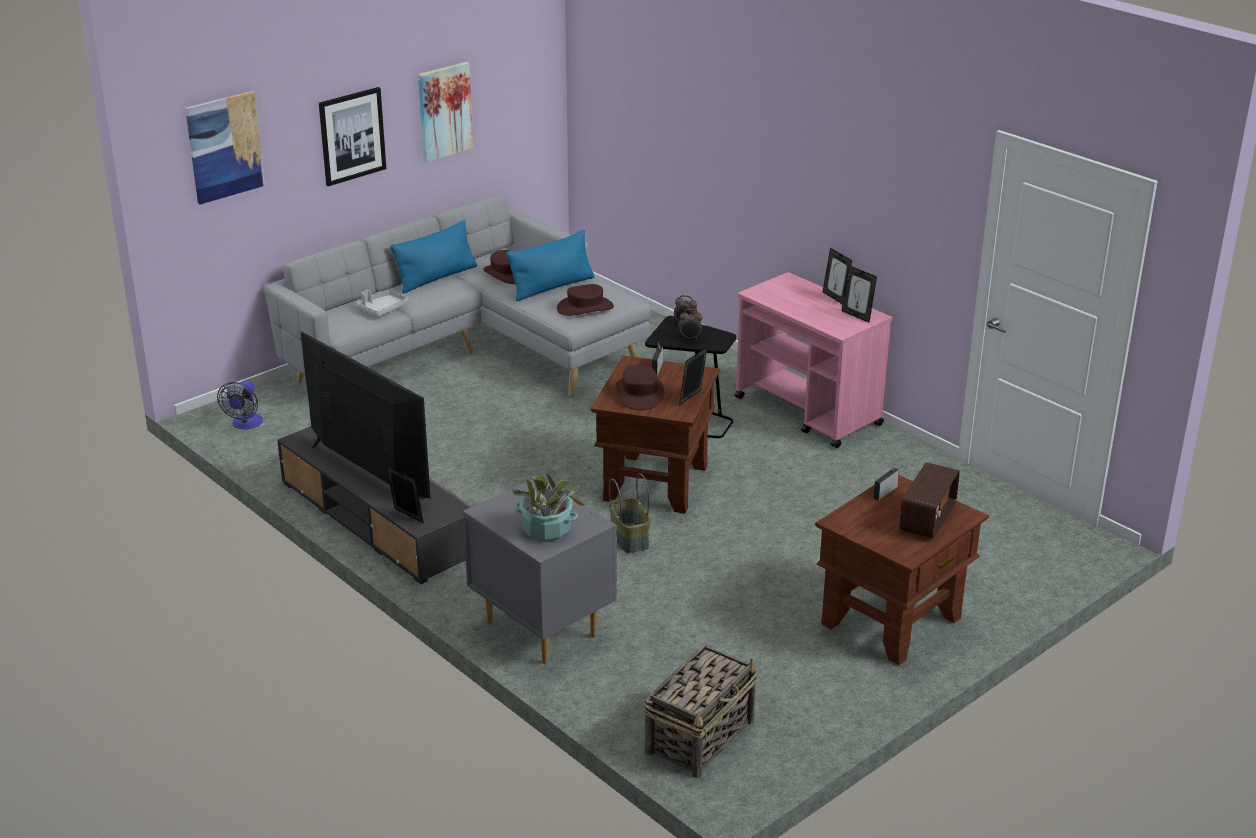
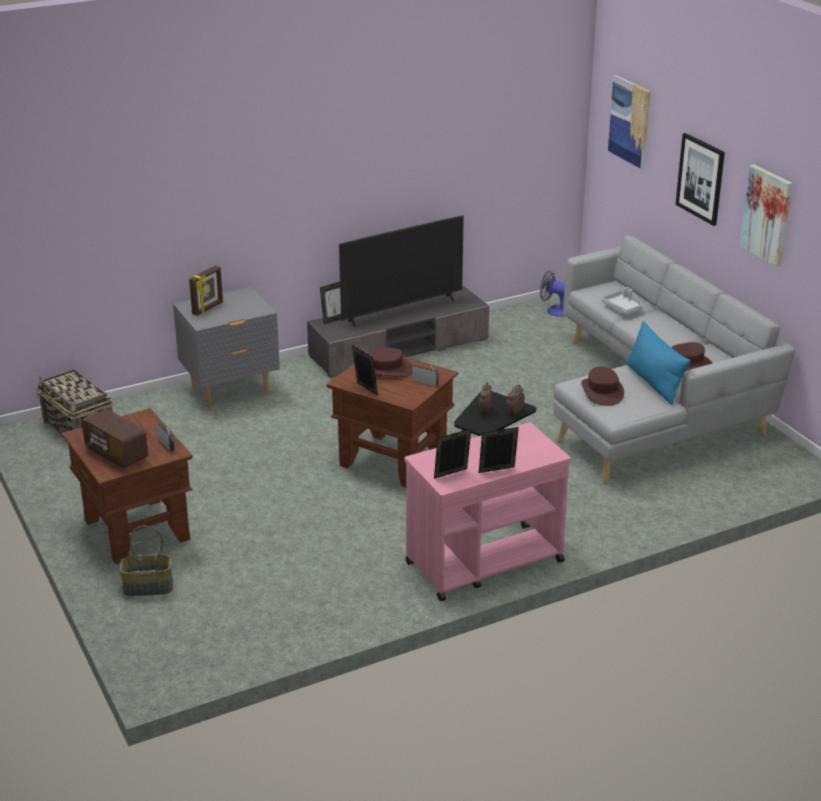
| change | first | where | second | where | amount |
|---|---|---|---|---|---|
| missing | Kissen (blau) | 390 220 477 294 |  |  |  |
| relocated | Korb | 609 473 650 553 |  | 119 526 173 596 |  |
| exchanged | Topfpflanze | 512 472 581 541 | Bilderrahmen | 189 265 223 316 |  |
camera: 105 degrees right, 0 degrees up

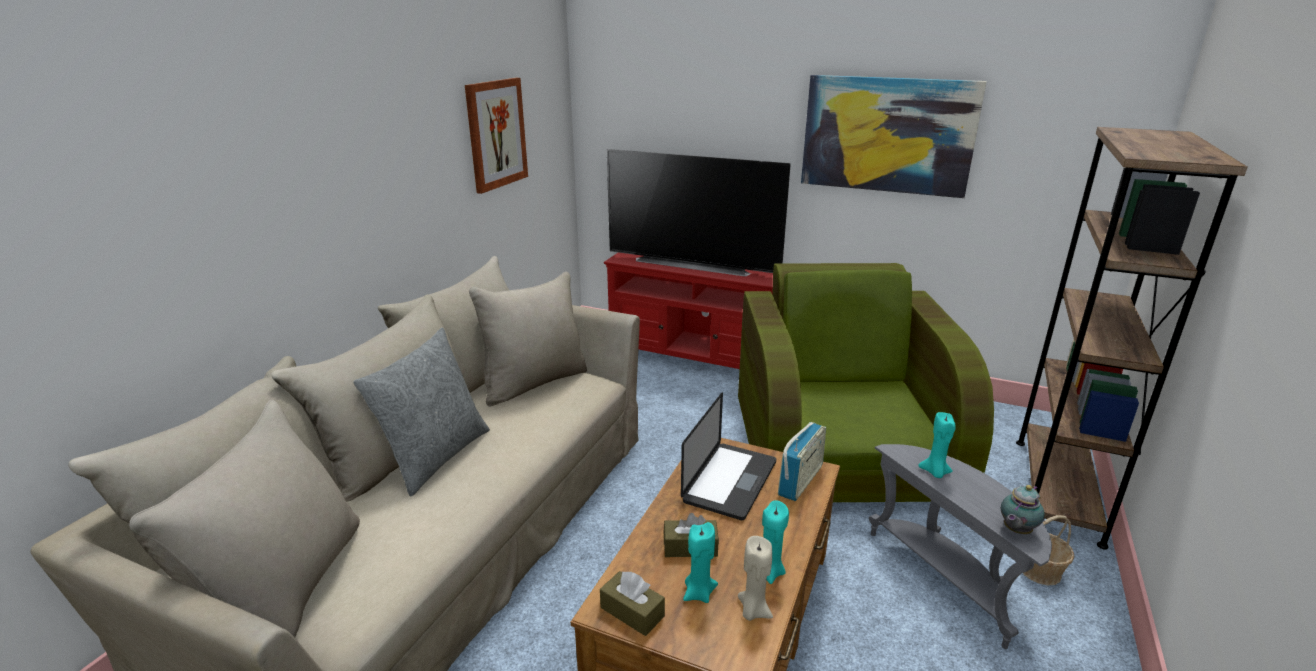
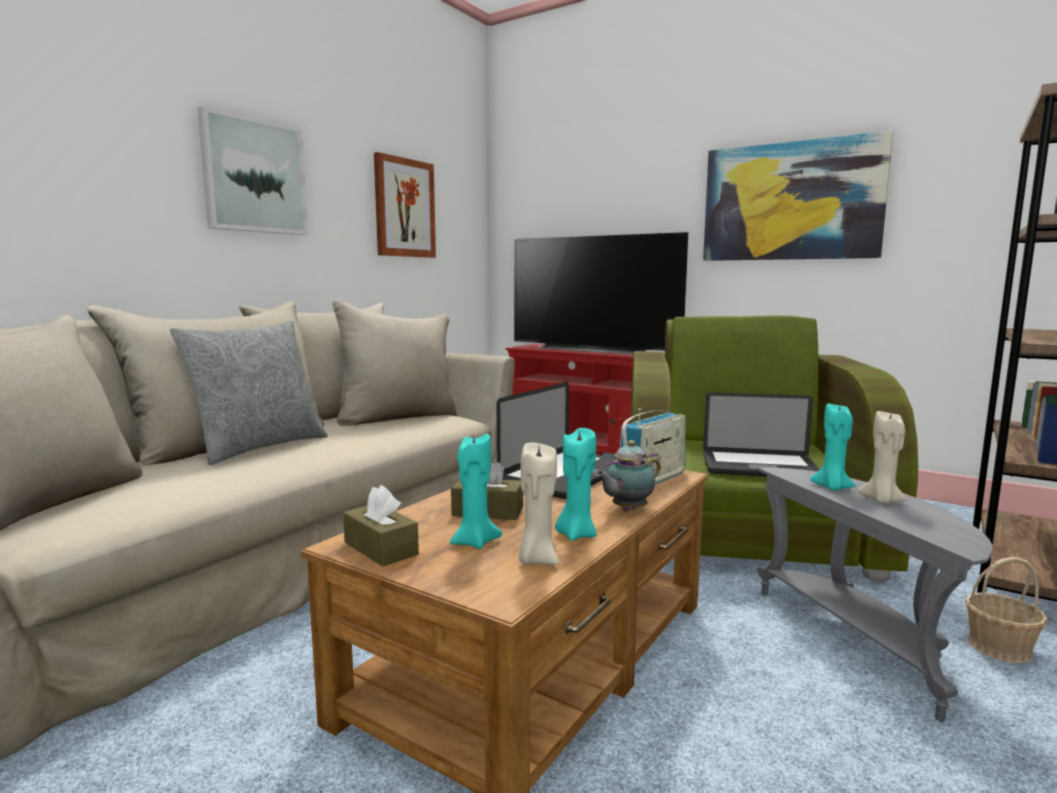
| change | first | where | second | where | amount |
|---|---|---|---|---|---|
| appeared |  |  | Bild | 197 106 308 235 |  |
| appeared |  |  | Laptop | 703 392 820 476 |  |
| appeared |  |  | Kerze (beige) | 858 411 908 504 |  |
| relocated | Teekanne | 1001 485 1045 534 |  | 595 440 661 511 |  |
camera: 10 degrees right, 15 degrees down

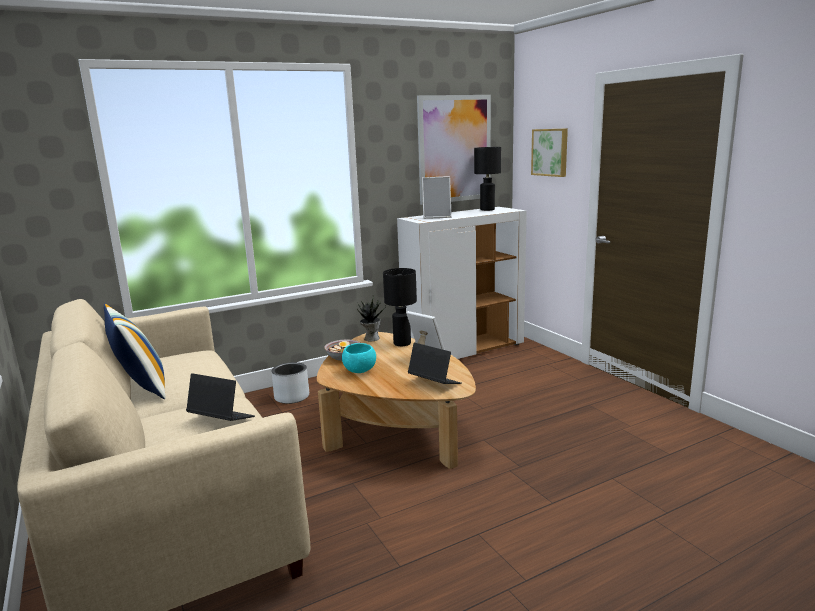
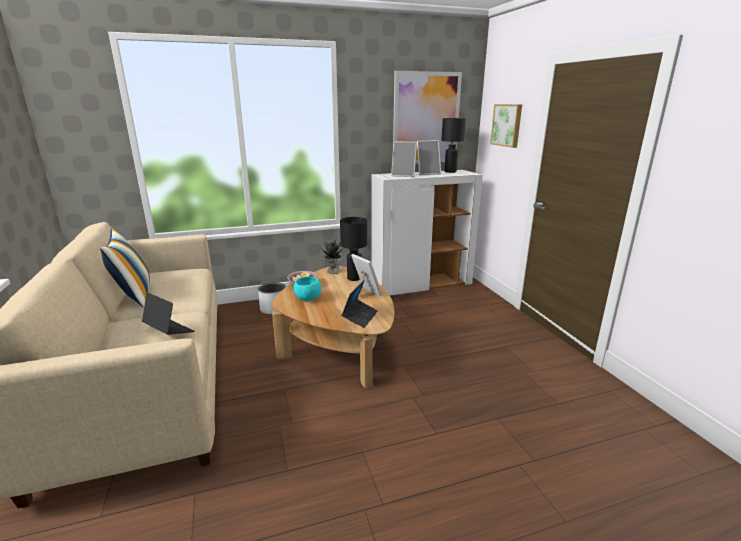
| change | first | where | second | where | amount |
|---|---|---|---|---|---|
| appeared |  |  | Bilderrahmen | 417 140 441 175 |  |
| spun | Laptop | 408 342 462 384 |  | 341 280 378 328 | 60 degrees clockwise |
camera: 10 degrees right, 5 degrees up

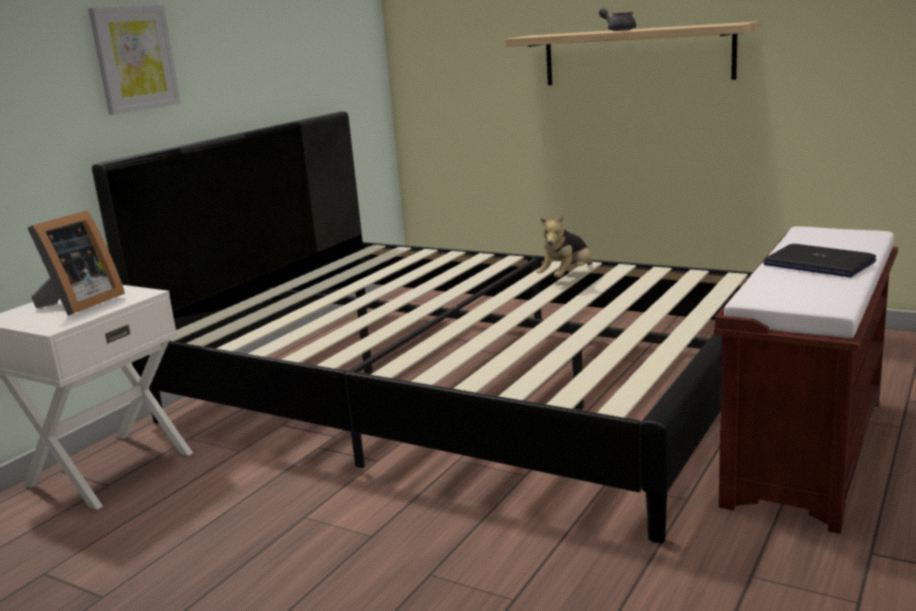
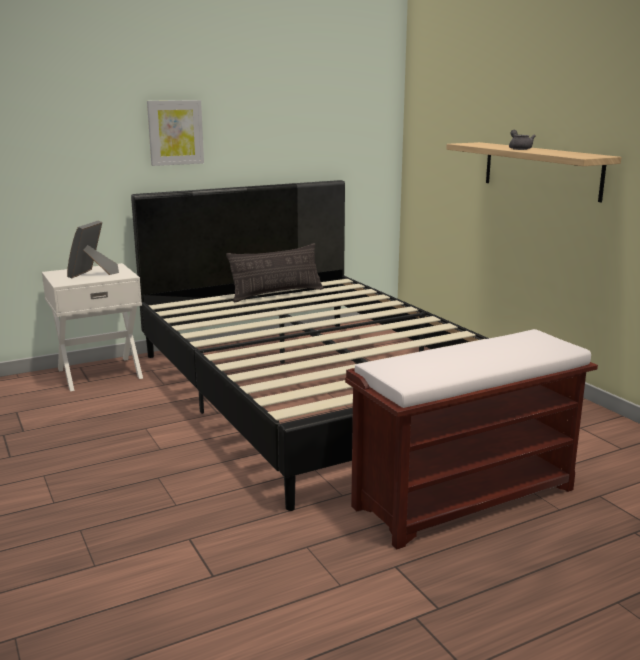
| change | first | where | second | where | amount |
|---|---|---|---|---|---|
| missing | Plüschtier | 537 214 592 278 |  |  |  |
| missing | Laptop | 763 244 876 277 |  |  |  |
| appeared |  |  | Kissen | 226 243 324 303 |  |
| spun | Bilderrahmen | 28 210 125 316 |  | 67 221 119 279 | 135 degrees clockwise |
camera: 30 degrees right, 0 degrees up

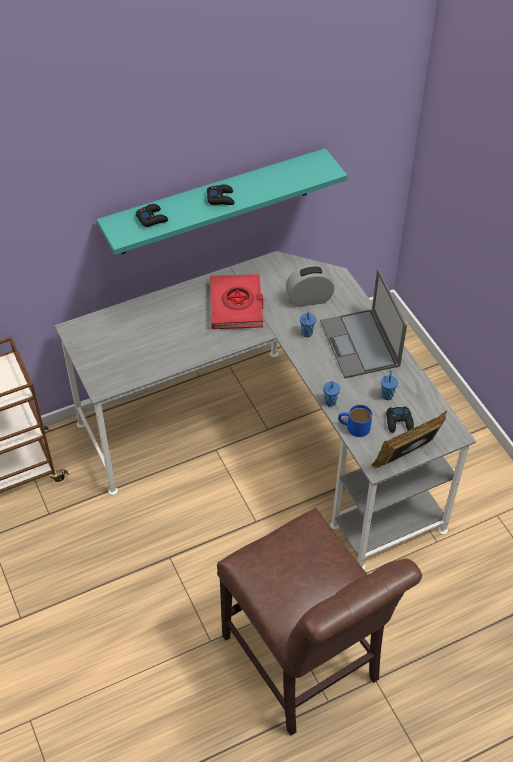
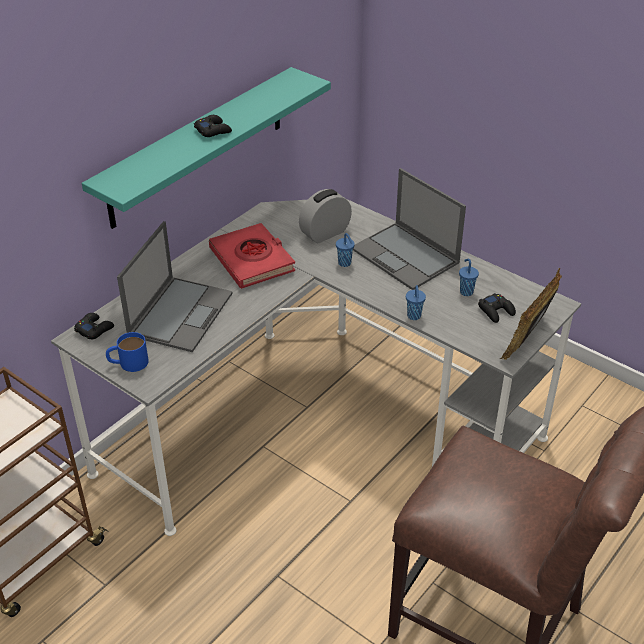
| change | first | where | second | where | amount |
|---|---|---|---|---|---|
| appeared |  |  | Laptop | 117 221 233 352 |  |
| relocated | Gamepad (schwarz) | 136 204 168 227 |  | 74 313 114 339 |  |
| relocated | Henkelbecher (blau) | 338 405 372 437 |  | 106 332 149 372 |  |
camera: 25 degrees left, 10 degrees down

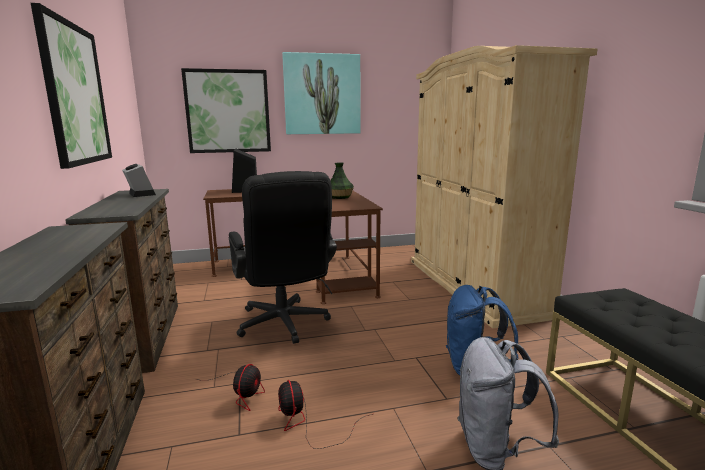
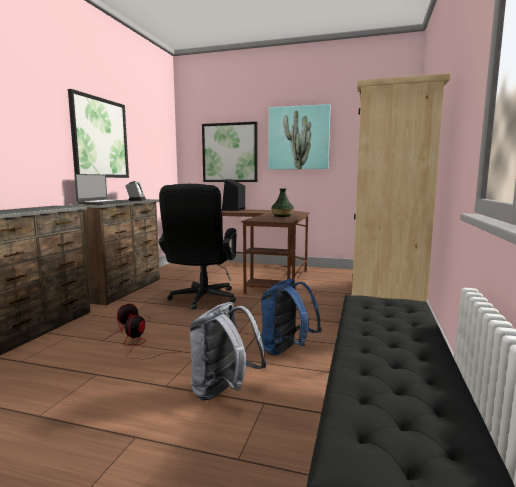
| change | first | where | second | where | amount |
|---|---|---|---|---|---|
| appeared |  |  | Laptop | 75 174 129 205 |  |
camera: 30 degrees right, 5 degrees down

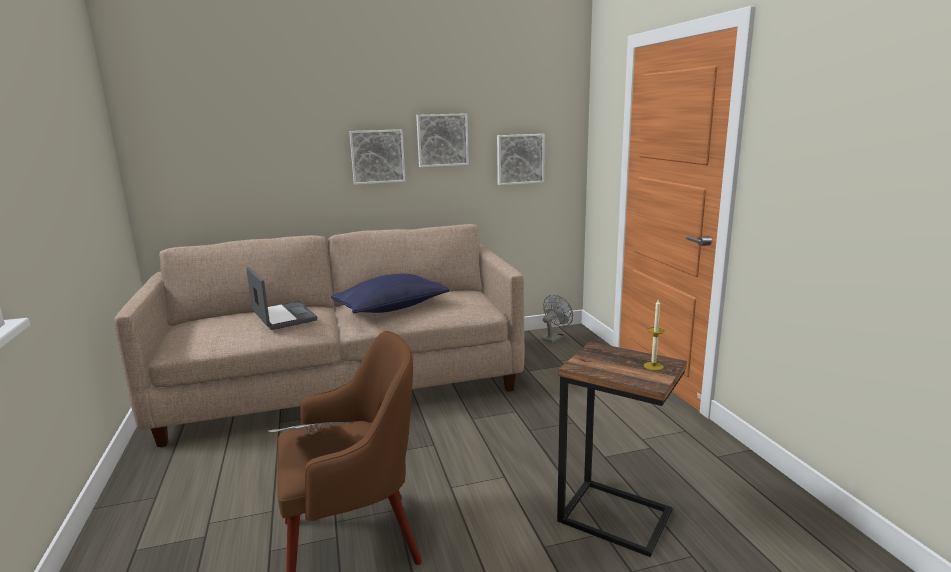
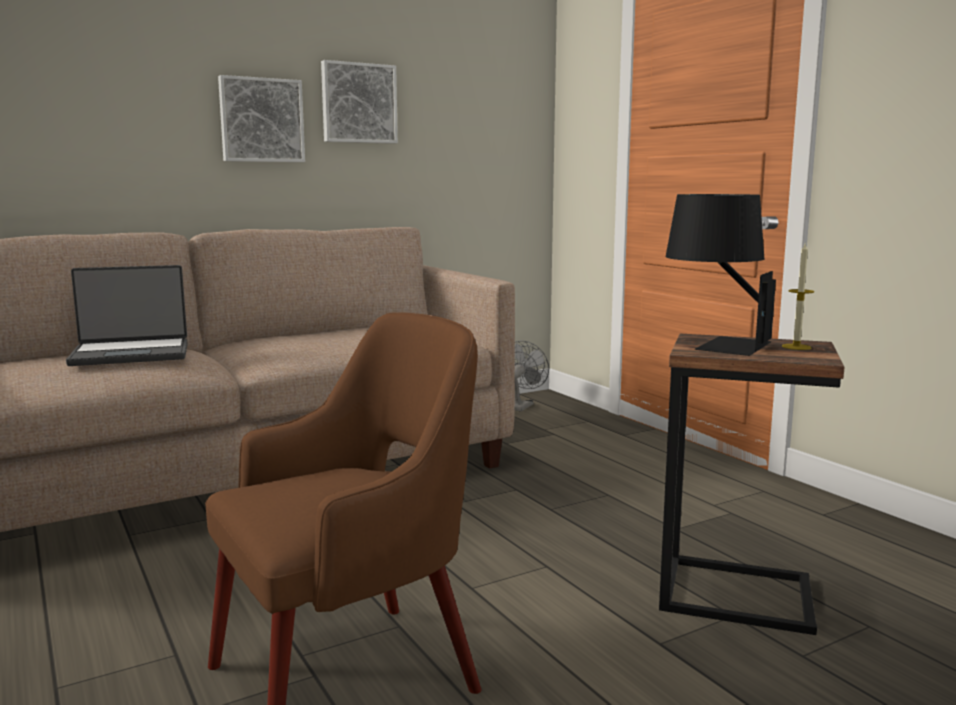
| change | first | where | second | where | amount |
|---|---|---|---|---|---|
| missing | Zeitung | 268 422 351 435 |  |  |  |
| missing | Kissen (blau) | 331 274 449 313 |  |  |  |
| missing | Bild | 497 134 545 185 |  |  |  |
| appeared |  |  | Tischlampe (schwarz) | 666 194 776 356 |  |
| spun | Laptop | 246 267 317 330 |  | 66 265 188 366 | 120 degrees clockwise |
camera: 15 degrees left, 5 degrees down

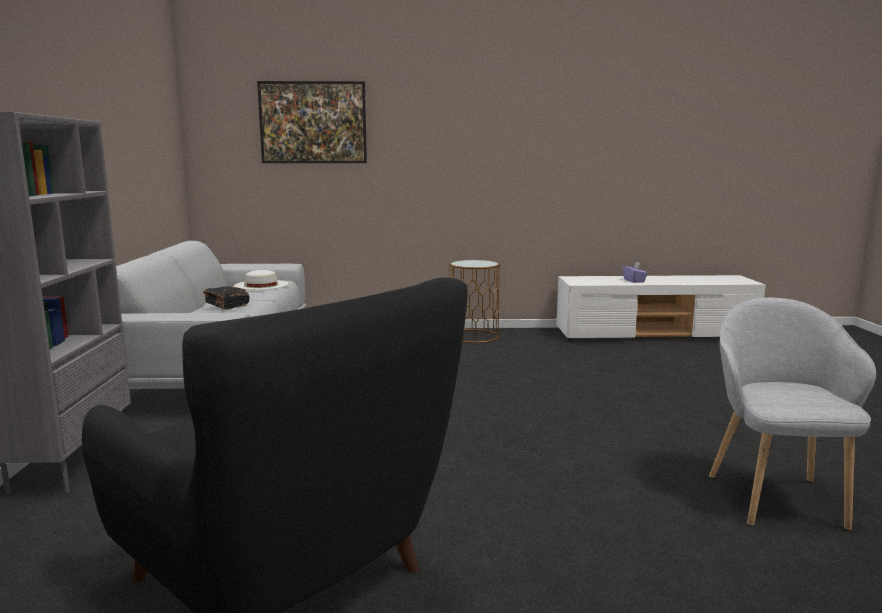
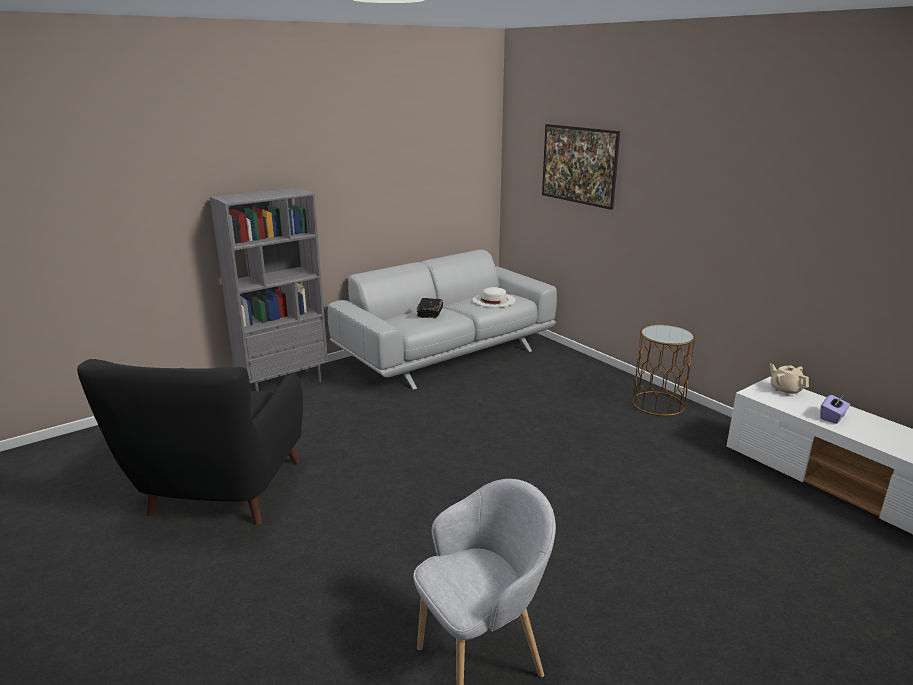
| change | first | where | second | where | amount |
|---|---|---|---|---|---|
| appeared |  |  | Teekanne (beige) | 769 364 809 396 |  |
camera: 55 degrees right, 10 degrees up

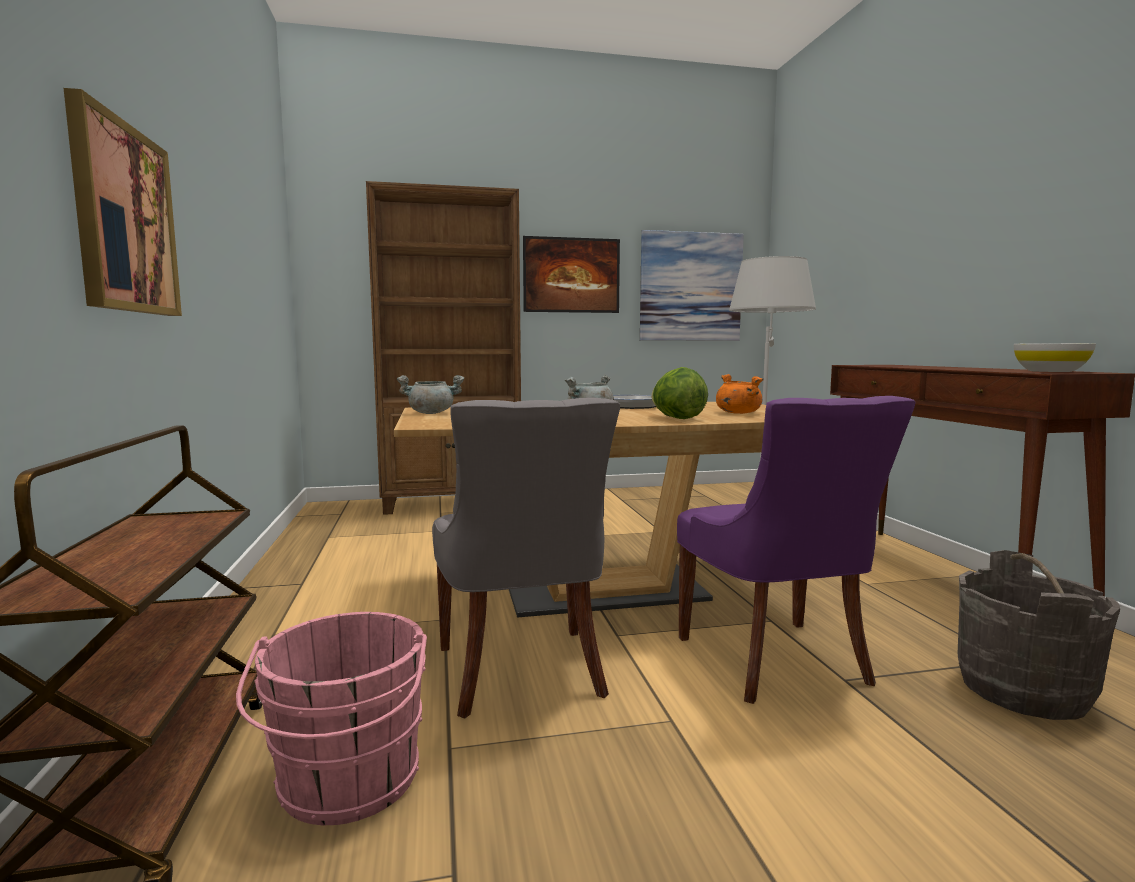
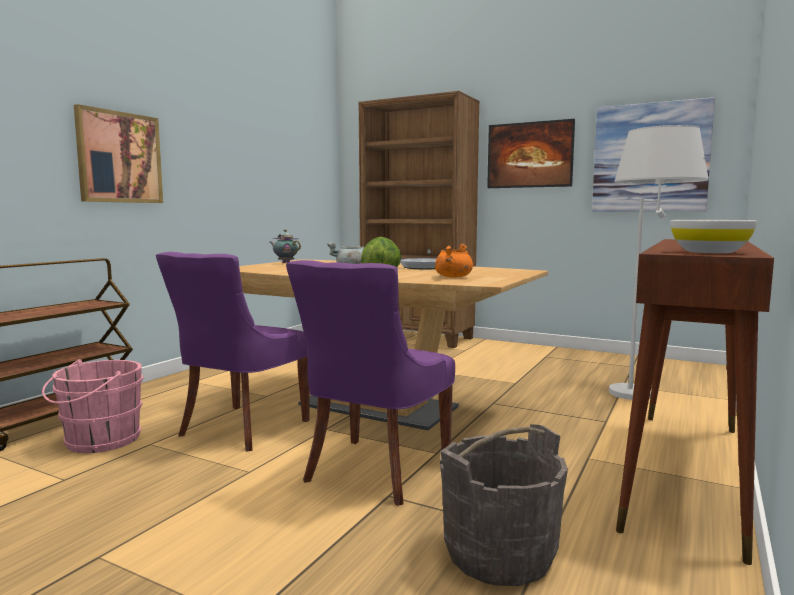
| change | first | where | second | where | amount |
|---|---|---|---|---|---|
| exchanged | Kochtopf (grau) | 397 375 464 414 | Teekanne | 269 229 301 263 |  |
| colour | Stuhl (grau) | 432 398 620 718 | Stuhl (lila) | 156 252 310 452 |  |
camera: 40 degrees right, 0 degrees up

